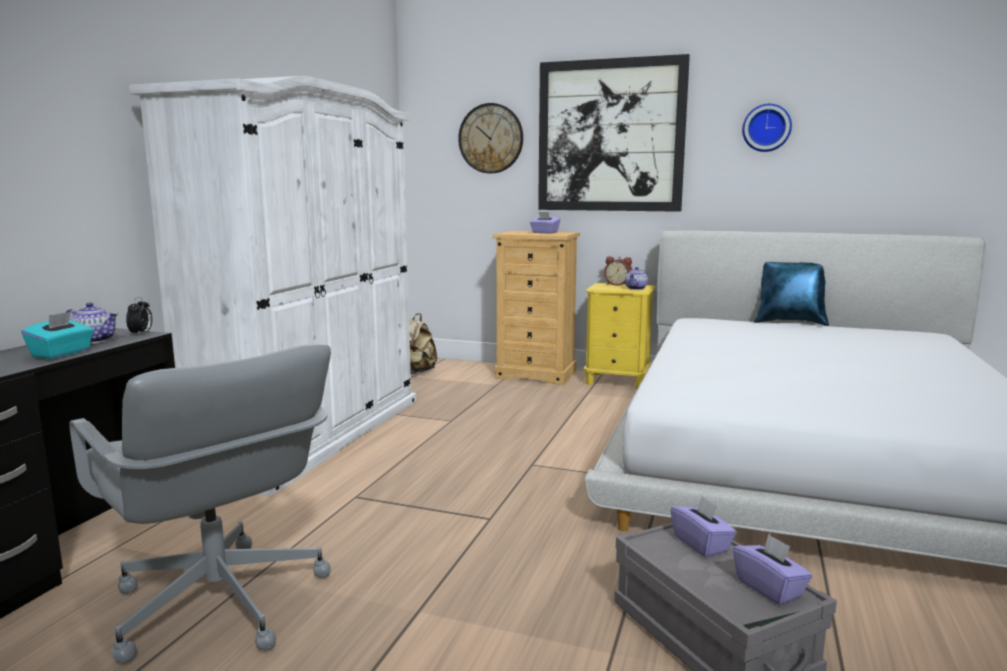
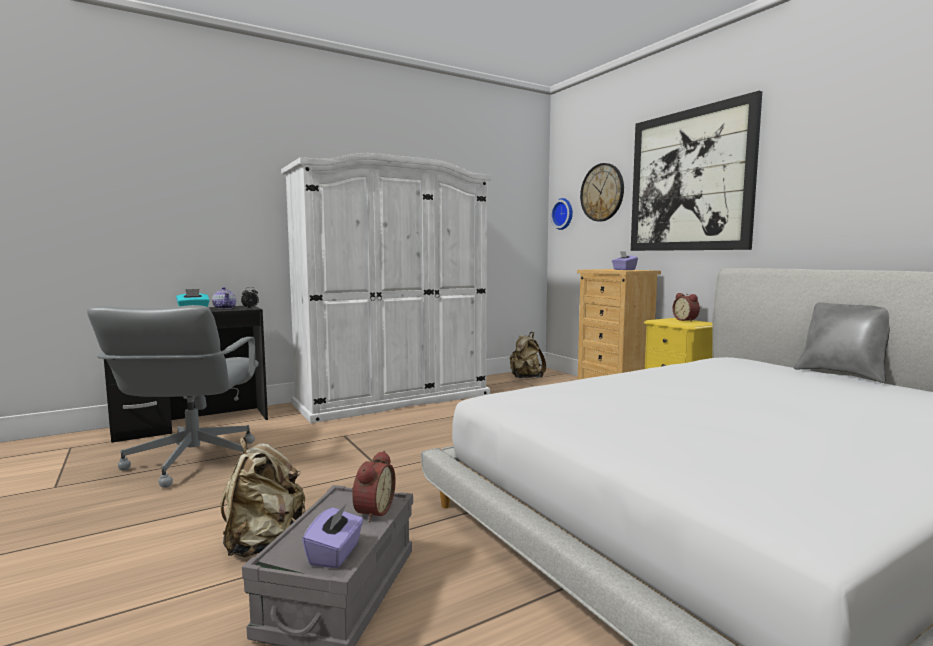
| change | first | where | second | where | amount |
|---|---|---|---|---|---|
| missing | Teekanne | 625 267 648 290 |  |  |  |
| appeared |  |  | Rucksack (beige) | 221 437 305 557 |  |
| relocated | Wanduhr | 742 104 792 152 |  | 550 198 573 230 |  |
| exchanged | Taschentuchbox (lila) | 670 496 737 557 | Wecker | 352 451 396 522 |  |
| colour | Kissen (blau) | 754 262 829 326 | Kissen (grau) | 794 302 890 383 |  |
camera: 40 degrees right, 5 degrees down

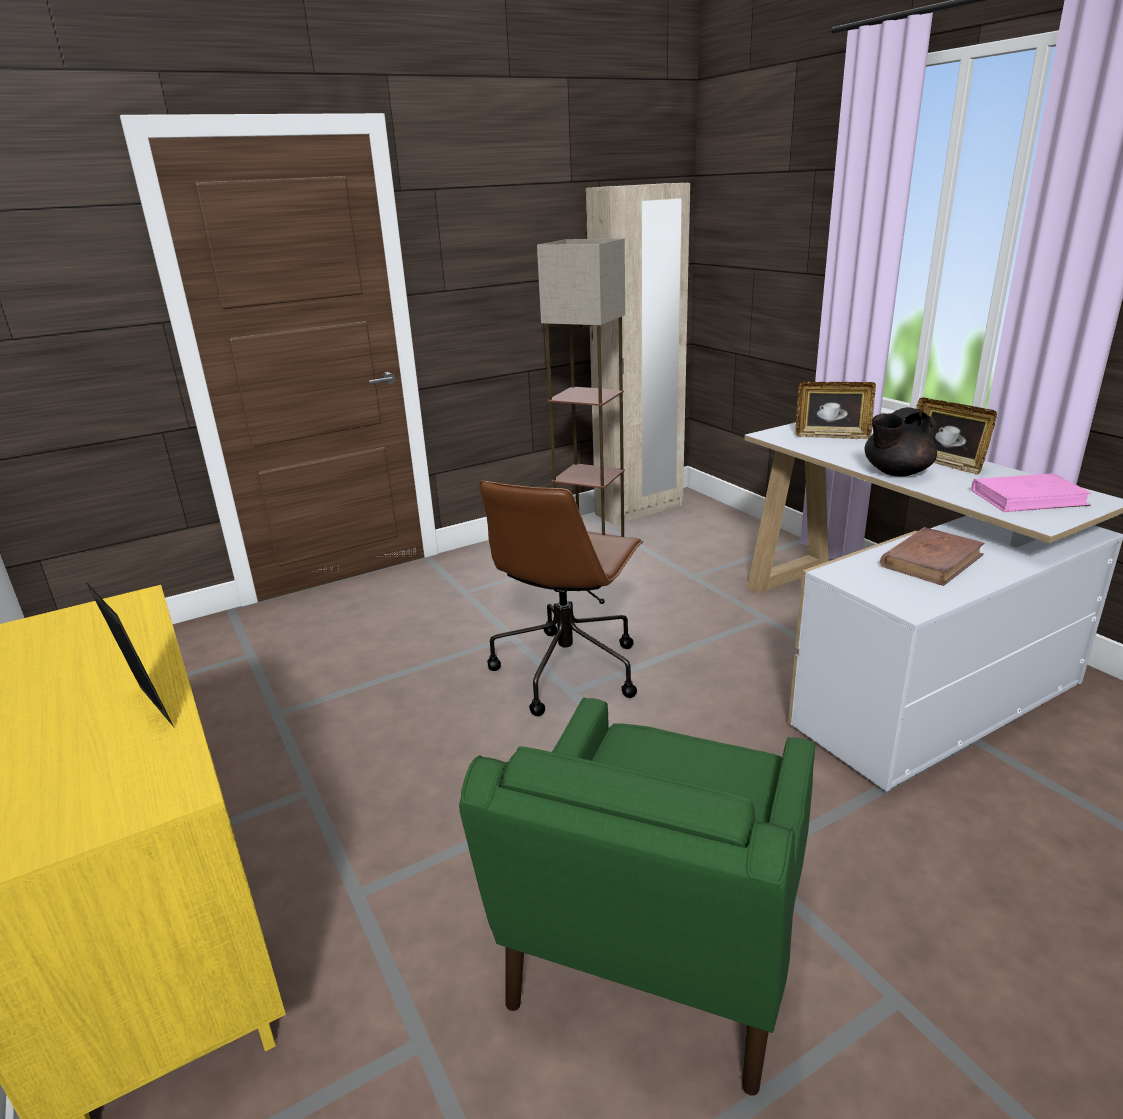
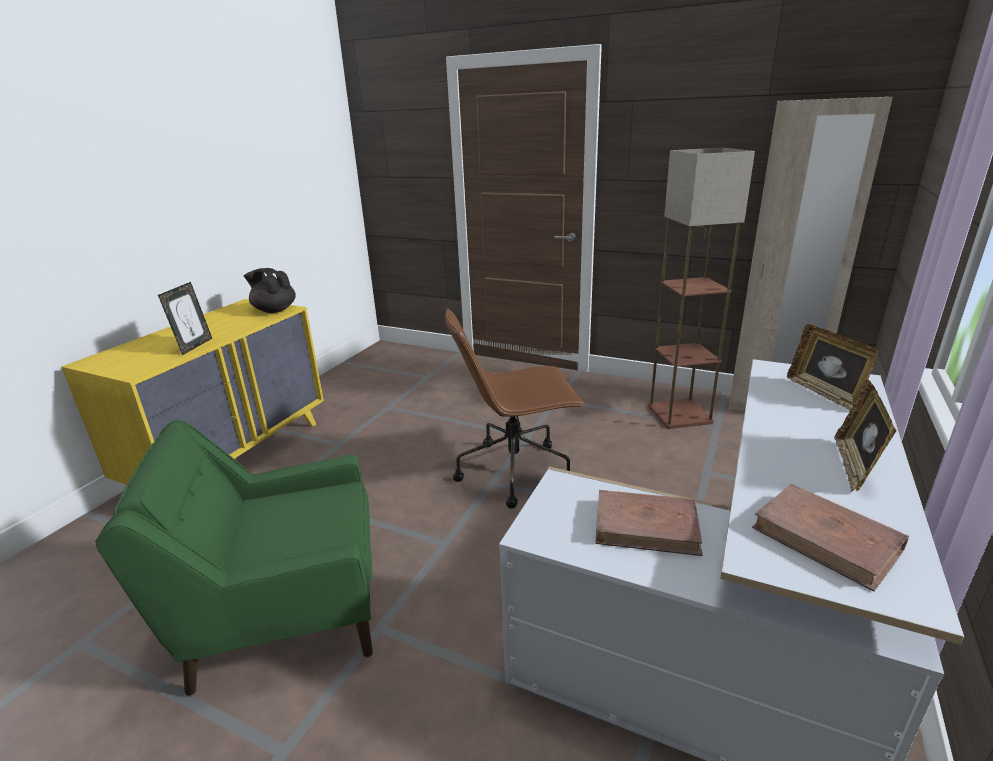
| change | first | where | second | where | amount |
|---|---|---|---|---|---|
| relocated | Teekanne (schwarz) | 865 407 937 477 |  | 244 268 296 313 |  |
| colour | Buch (rosa) | 972 473 1092 512 | Buch (braun) | 752 484 909 592 |  |
camera: 55 degrees right, 0 degrees up

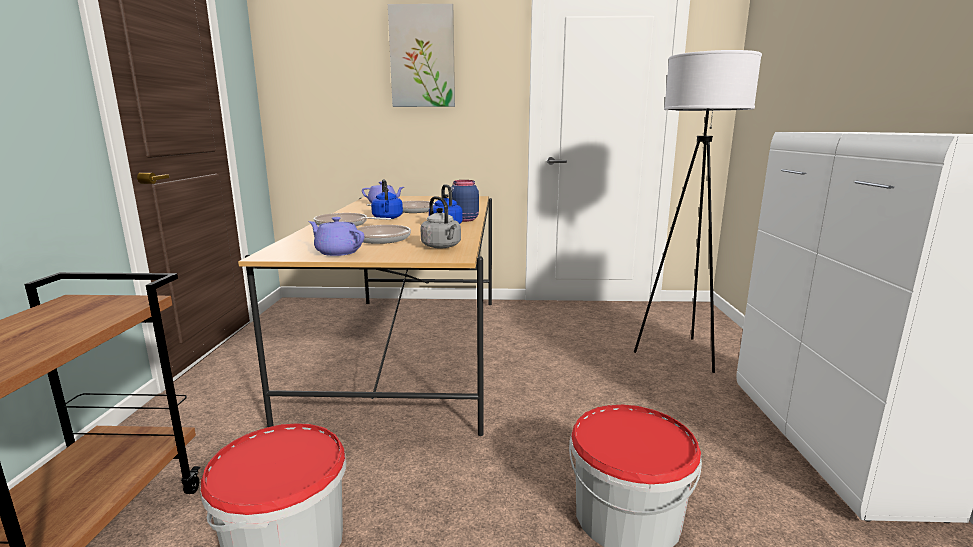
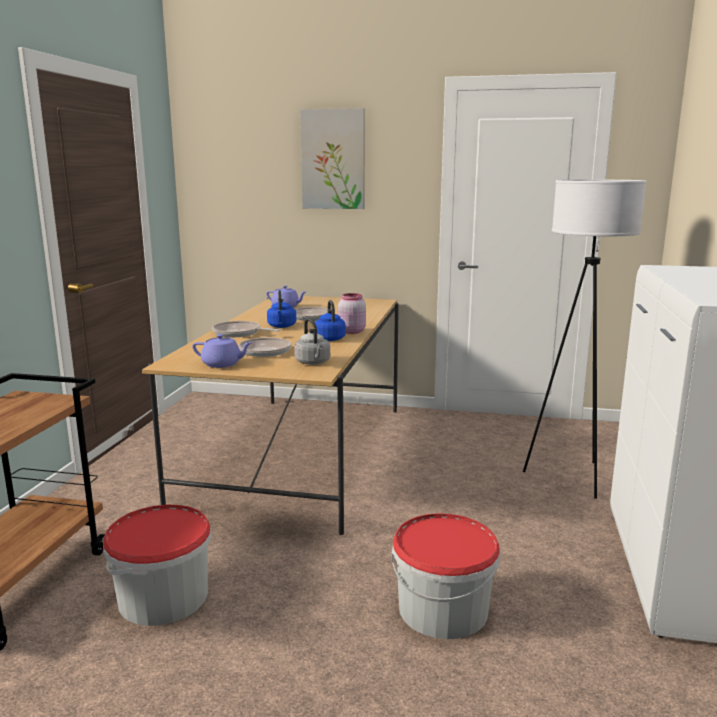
| change | first | where | second | where | amount |
|---|---|---|---|---|---|
| colour | Vorratsglas (blau) | 451 180 479 222 | Vorratsglas (rosa) | 338 293 366 334 |  |
| spun | Teekanne (lila) | 308 217 364 256 |  | 192 334 253 368 | 150 degrees clockwise |
camera: 10 degrees right, 0 degrees up

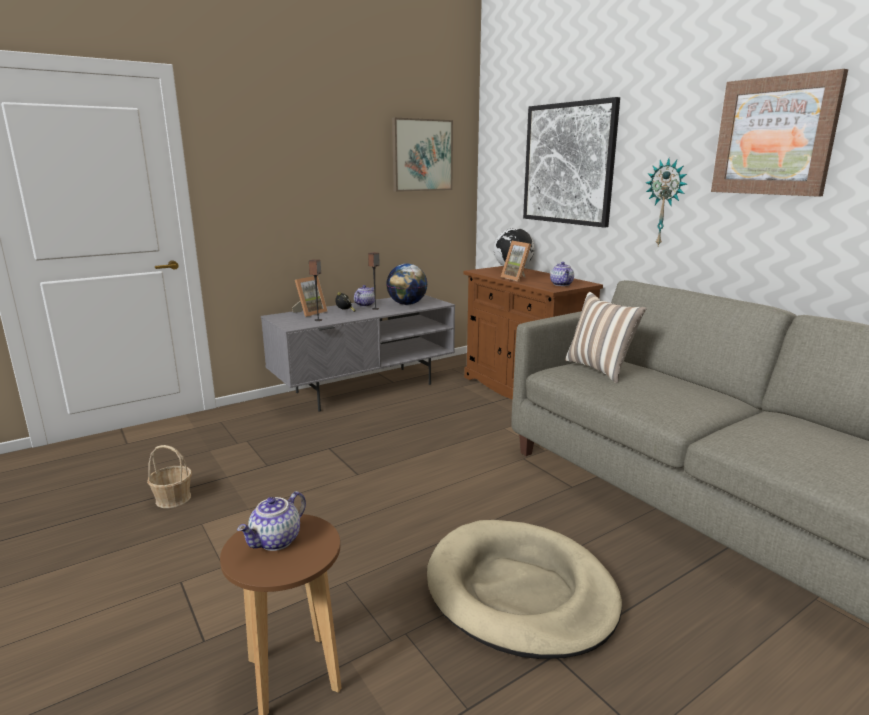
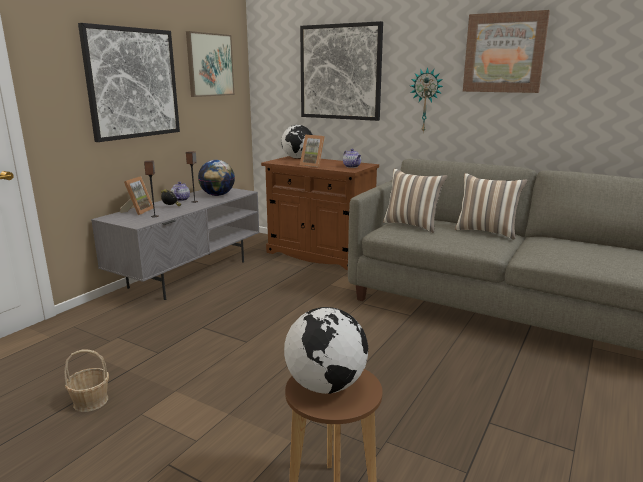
| change | first | where | second | where | amount |
|---|---|---|---|---|---|
| missing | Hundebett (beige) | 427 520 622 659 |  |  |  |
| appeared |  |  | Bild | 78 23 180 142 |  |
| appeared |  |  | Kissen | 455 173 527 239 |  |
| exchanged | Teekanne | 237 491 306 551 | Globus | 284 307 368 394 |  |
camera: 25 degrees left, 0 degrees up

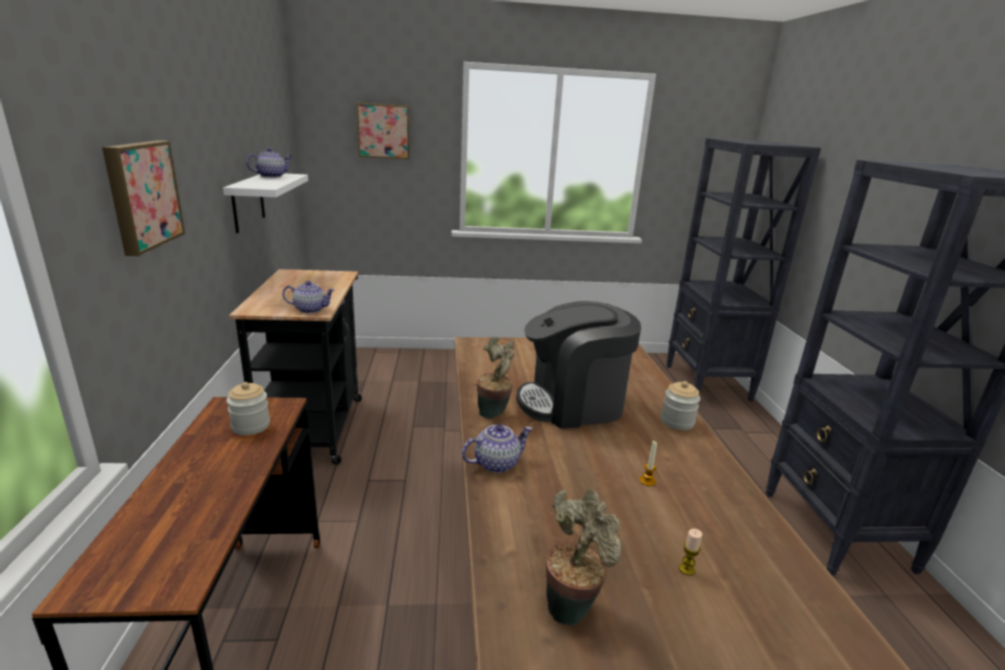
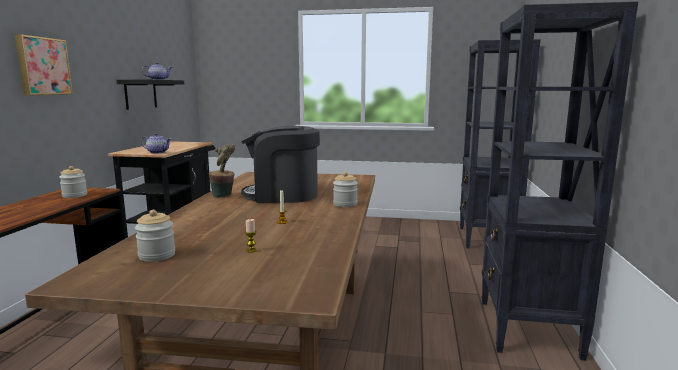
| change | first | where | second | where | amount |
|---|---|---|---|---|---|
| missing | Bild | 356 103 410 159 |  |  |  |
| missing | Teekanne | 462 424 533 473 |  |  |  |
| exchanged | Topfpflanze | 546 489 622 626 | Vorratsglas | 135 210 175 262 |  |
| colour | Wandregal (weiß) | 223 173 308 233 | Wandregal (schwarz) | 116 79 184 110 |  |
camera: 15 degrees right, 10 degrees down

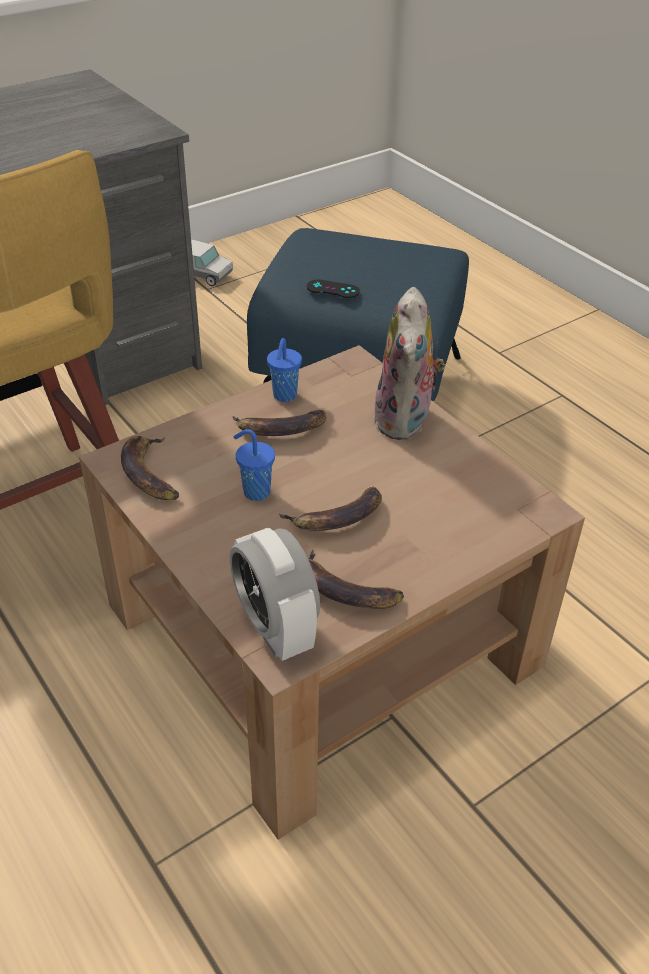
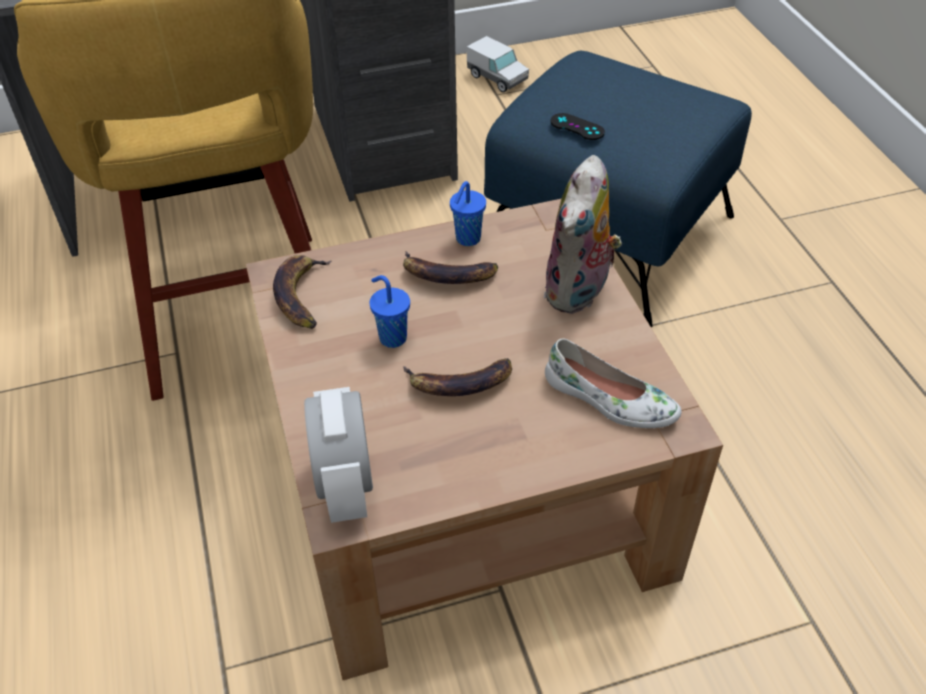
| change | first | where | second | where | amount |
|---|---|---|---|---|---|
| missing | Banane | 308 549 404 609 |  |  |  |
| appeared |  |  | Schuh (weiß) | 545 339 682 428 |  |
camera: 20 degrees right, 5 degrees up

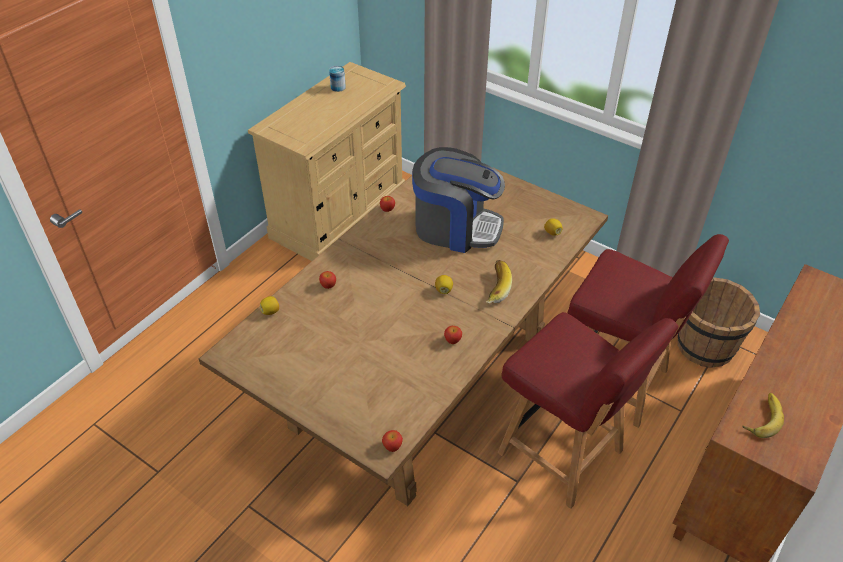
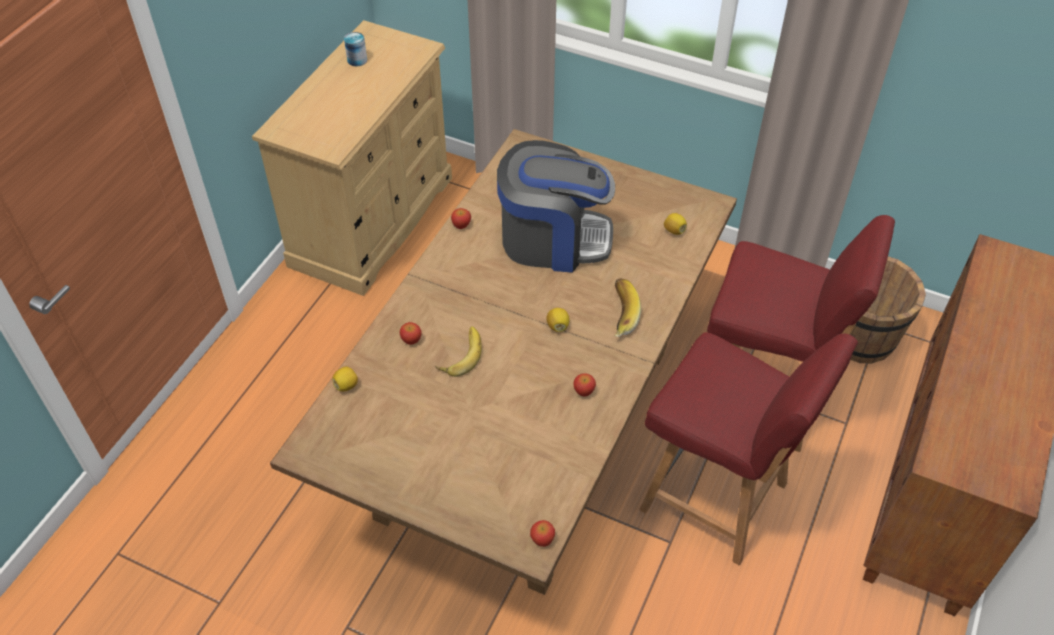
| change | first | where | second | where | amount |
|---|---|---|---|---|---|
| relocated | Banane | 743 393 784 438 |  | 435 326 482 377 |  |
camera: 10 degrees left, 5 degrees up

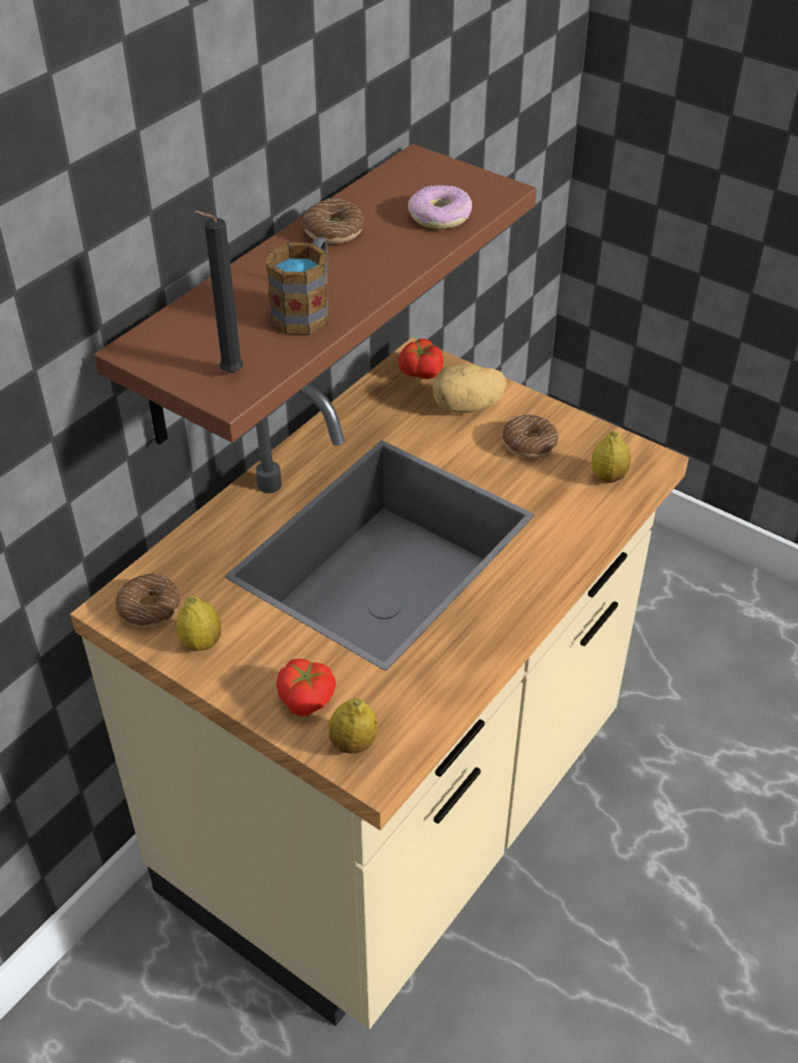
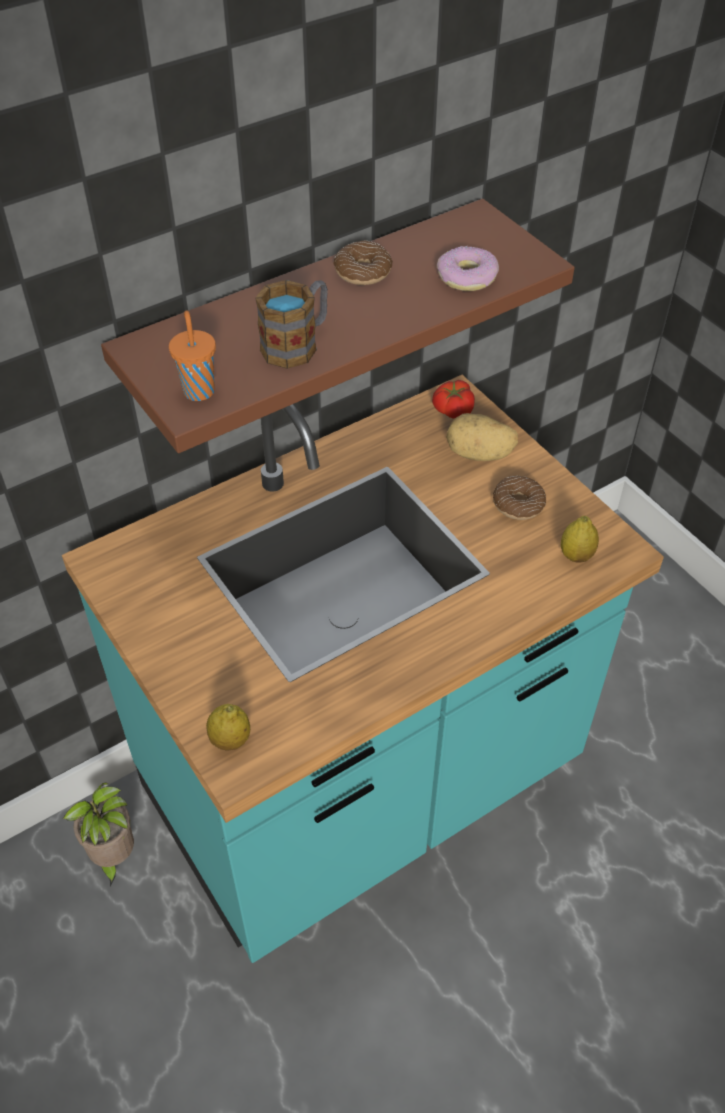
| change | first | where | second | where | amount |
|---|---|---|---|---|---|
| missing | Donut | 116 573 181 628 |  |  |  |
| missing | Zitrone | 177 596 221 651 |  |  |  |
| missing | Tomate | 277 659 336 716 |  |  |  |
| appeared |  |  | Topfpflanze | 63 782 134 887 |  |
| exchanged | Kerze (schwarz) | 194 211 243 373 | Tasse (orange) | 169 311 216 401 |  |
| colour | Küchenzeile (beige) | 70 337 689 1029 | Küchenzeile (türkis) | 62 375 664 963 |  |
camera: 20 degrees right, 5 degrees up

